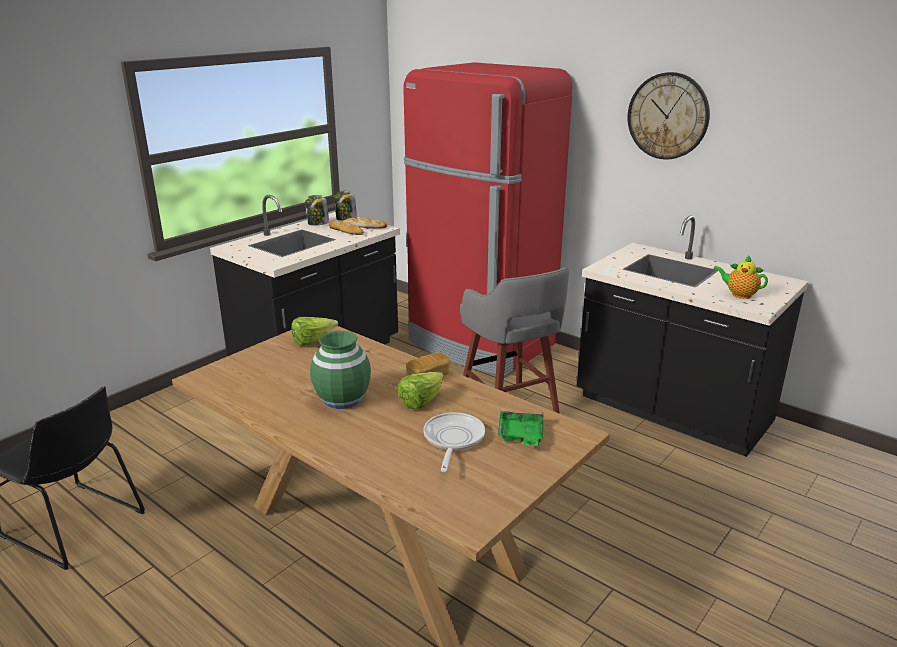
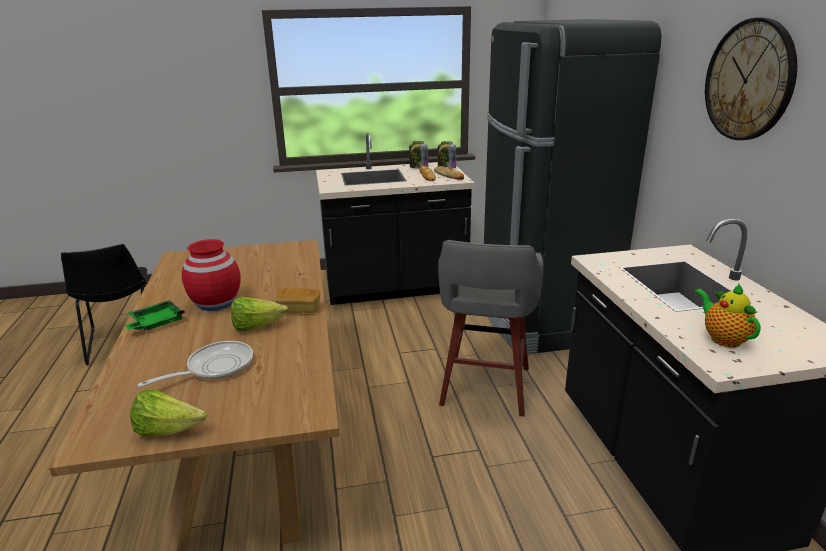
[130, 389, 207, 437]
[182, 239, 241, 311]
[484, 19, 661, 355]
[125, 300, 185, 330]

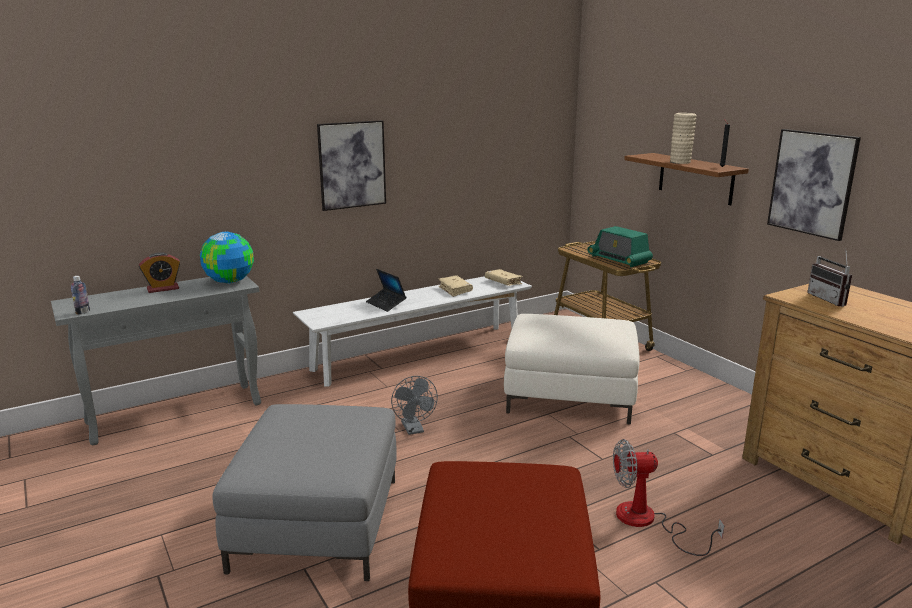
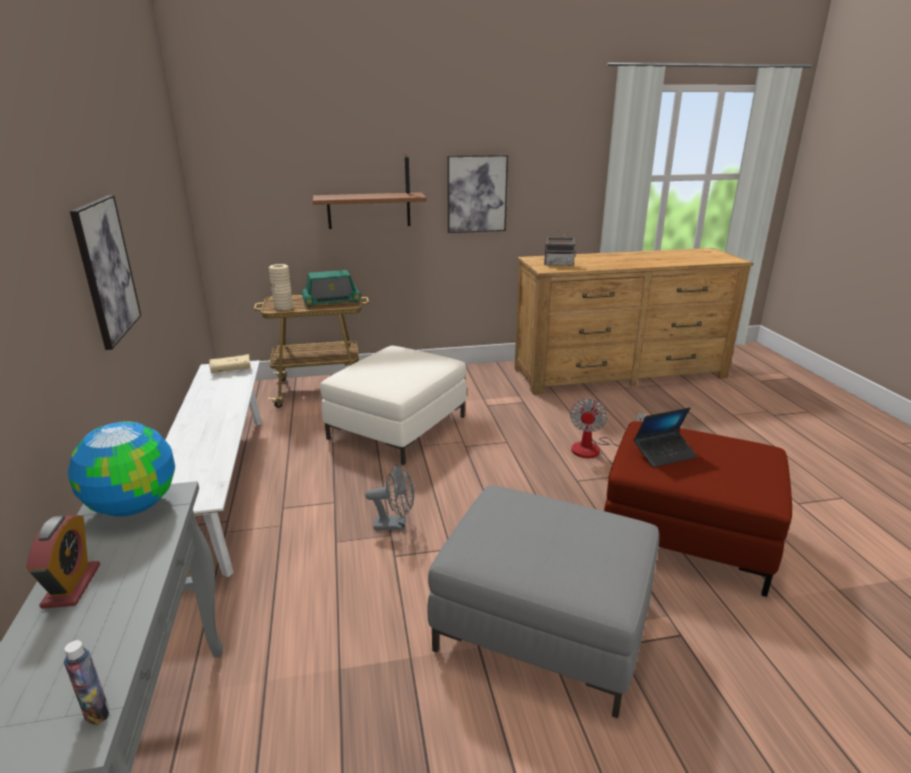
[633, 407, 697, 467]
[438, 275, 473, 297] (first image)
[269, 264, 292, 311]

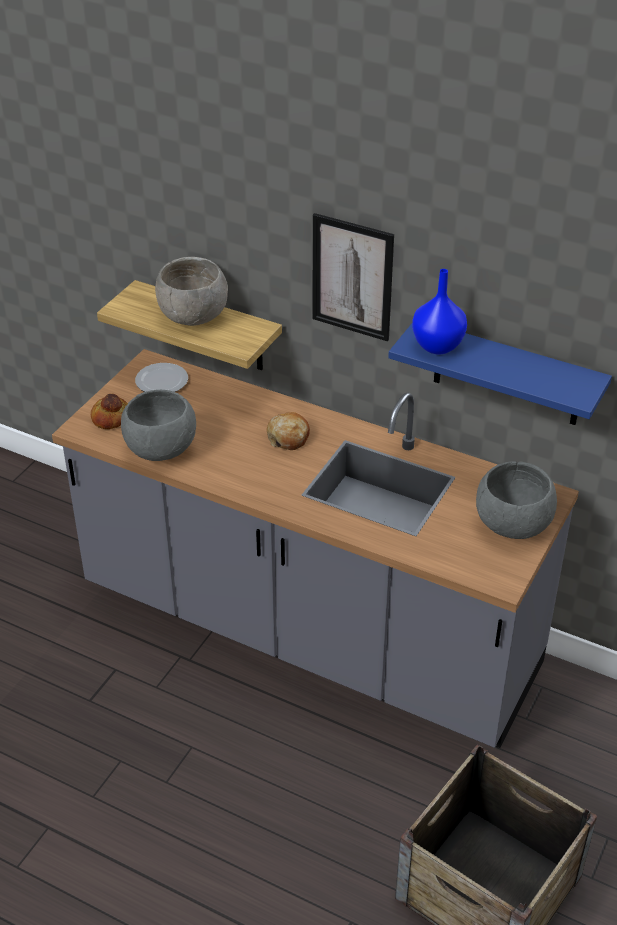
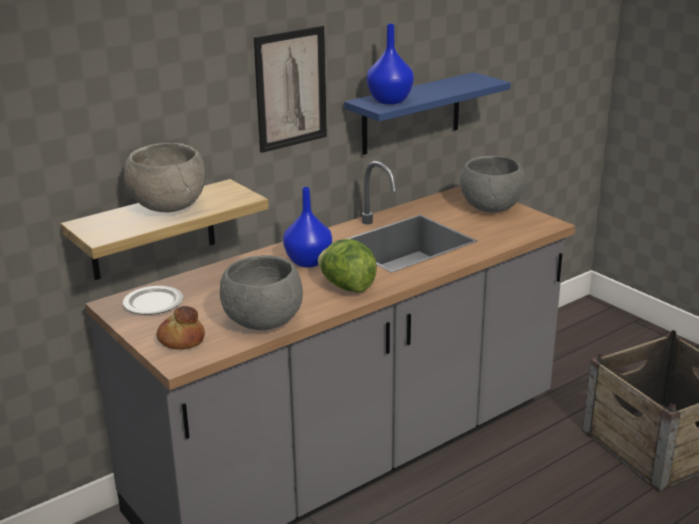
[283, 187, 332, 267]
[318, 239, 377, 293]

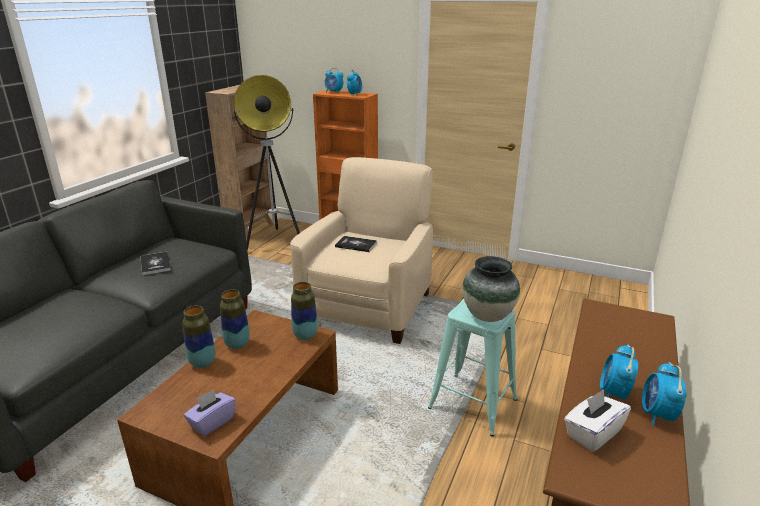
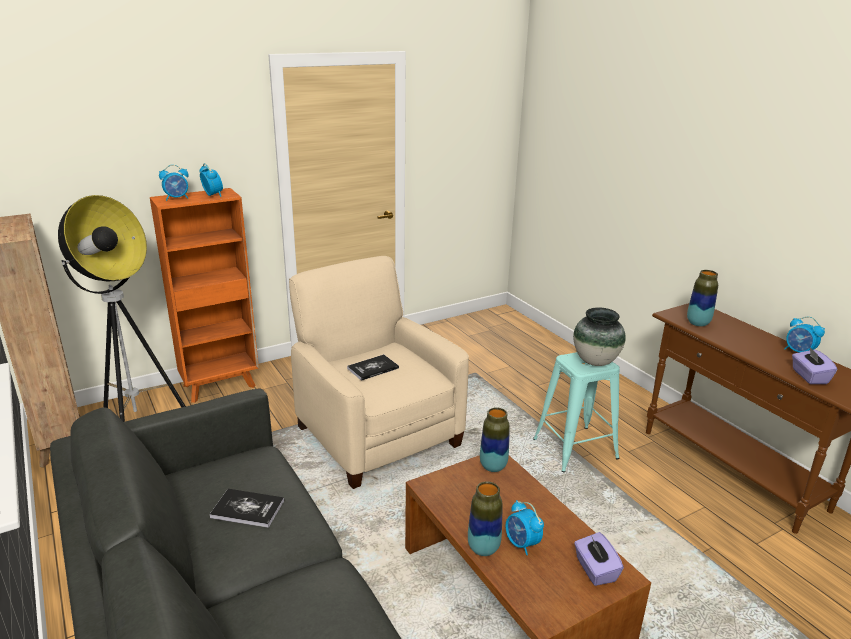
[687, 270, 718, 327]
[792, 346, 837, 384]
[506, 500, 544, 555]

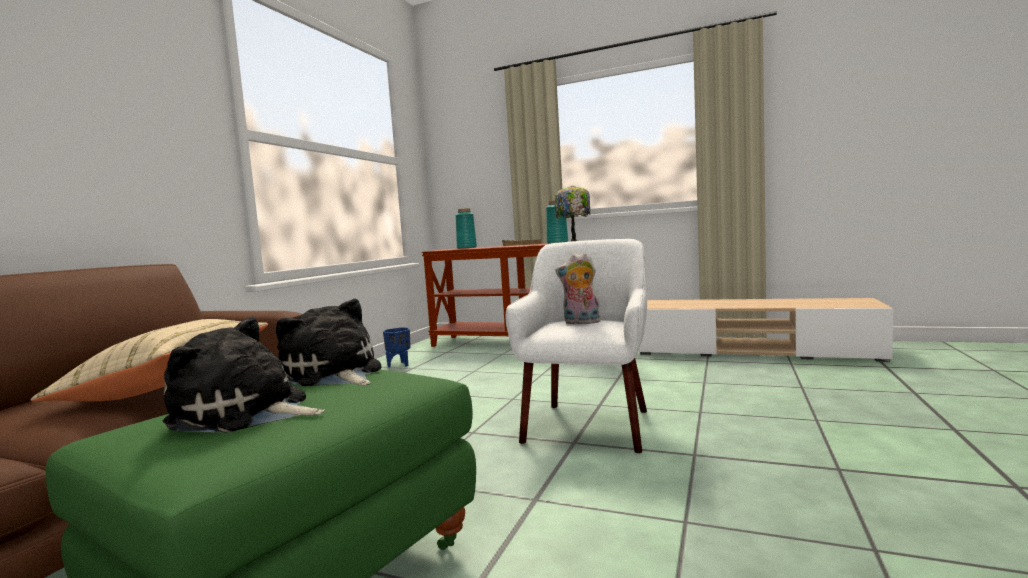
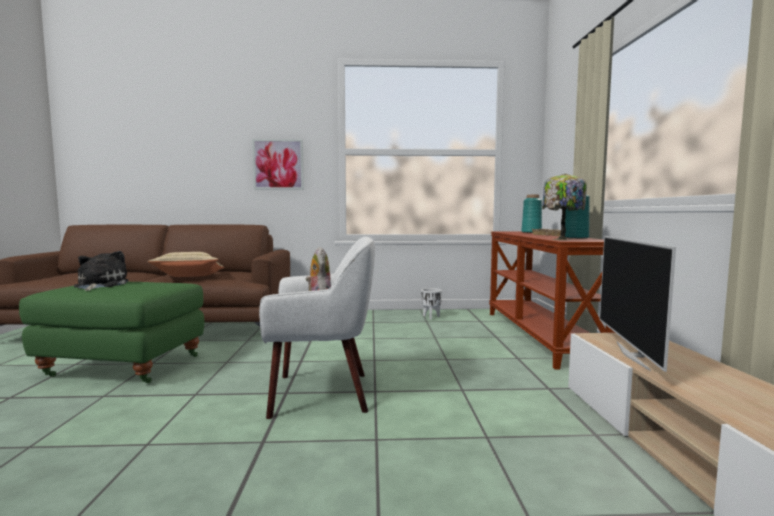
[276, 299, 382, 386] (first image)
[421, 288, 442, 320]
[252, 139, 304, 190]
[600, 236, 676, 372]

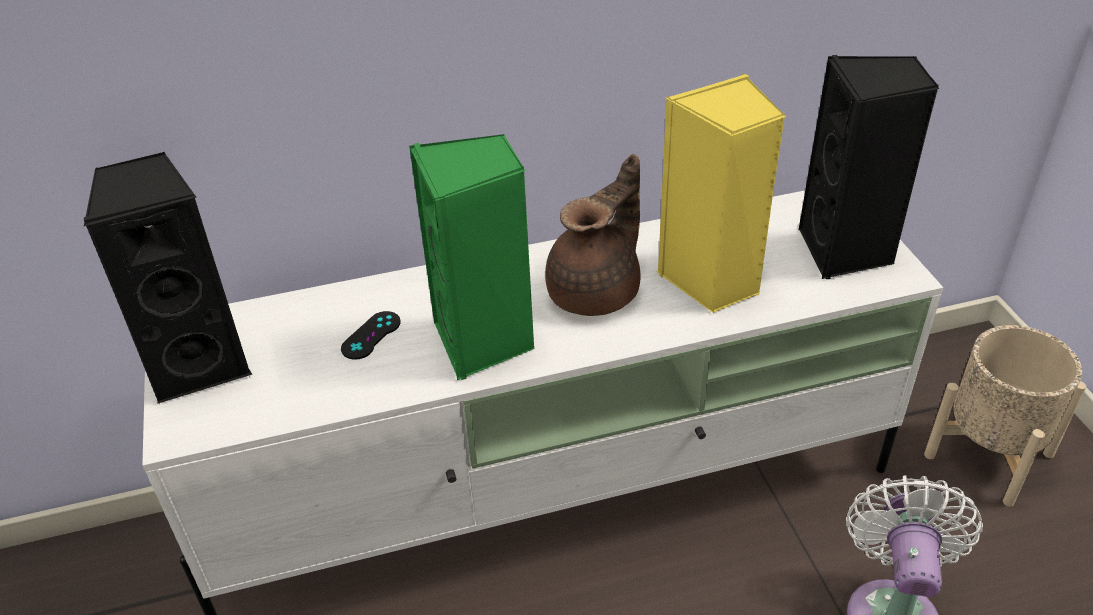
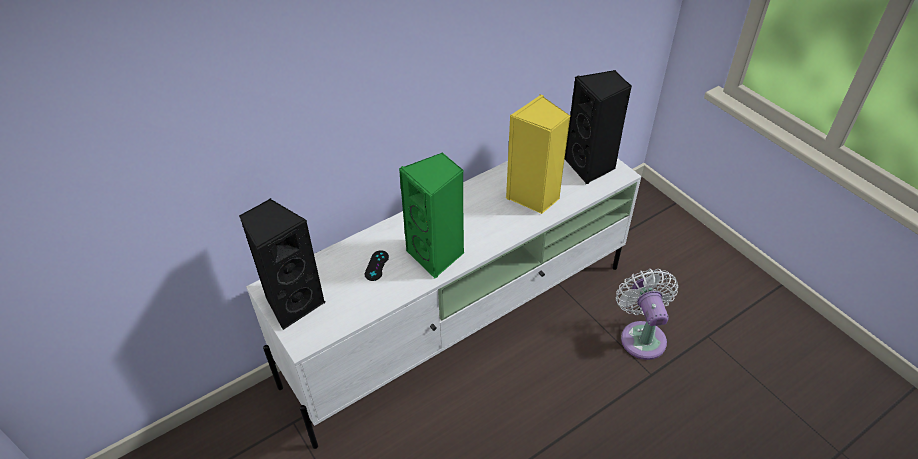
[545, 154, 641, 316] (first image)
[924, 325, 1086, 507] (first image)

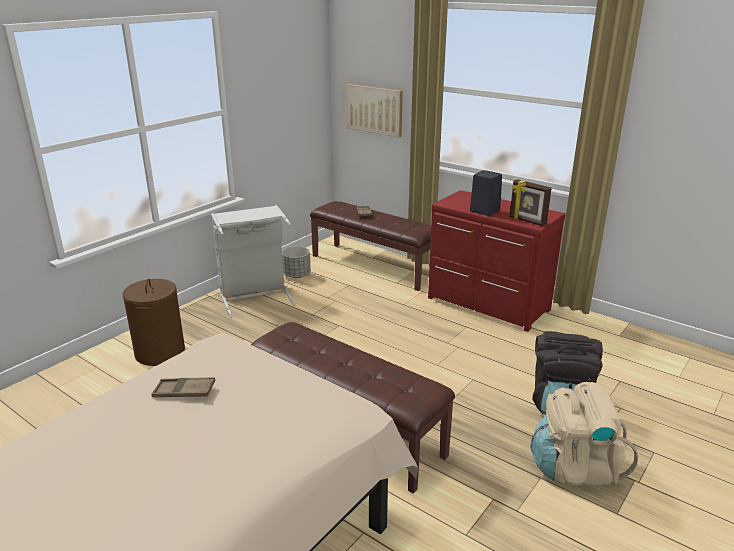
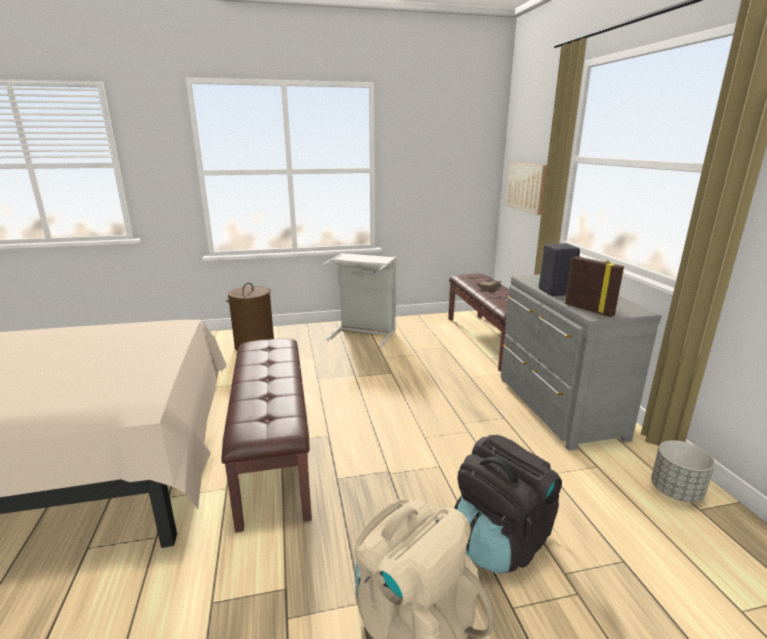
[151, 377, 215, 397] (first image)
[651, 440, 715, 502]
[501, 274, 661, 451]
[565, 256, 624, 317]

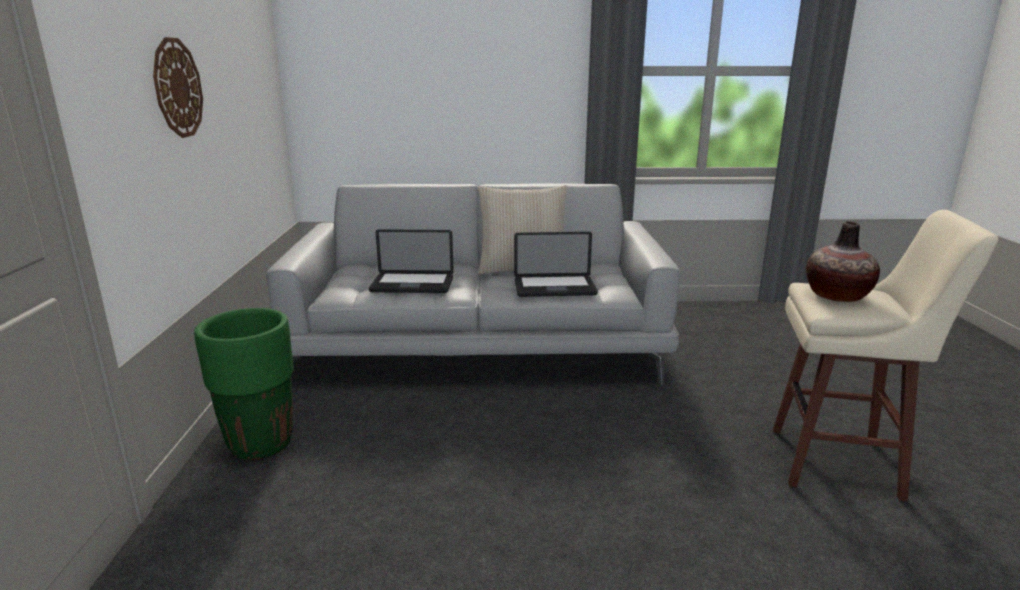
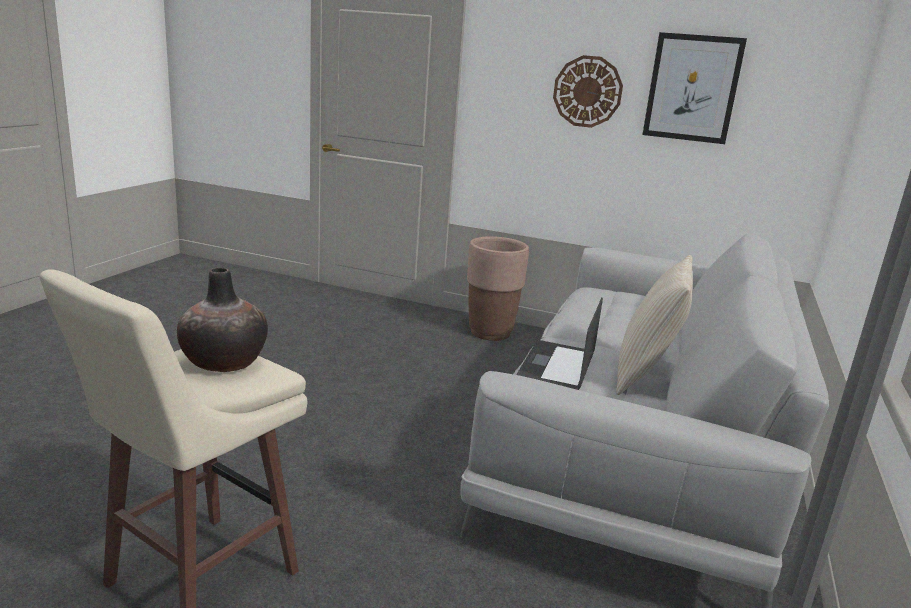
[467, 236, 529, 341]
[369, 229, 454, 293] (first image)
[643, 32, 747, 144]

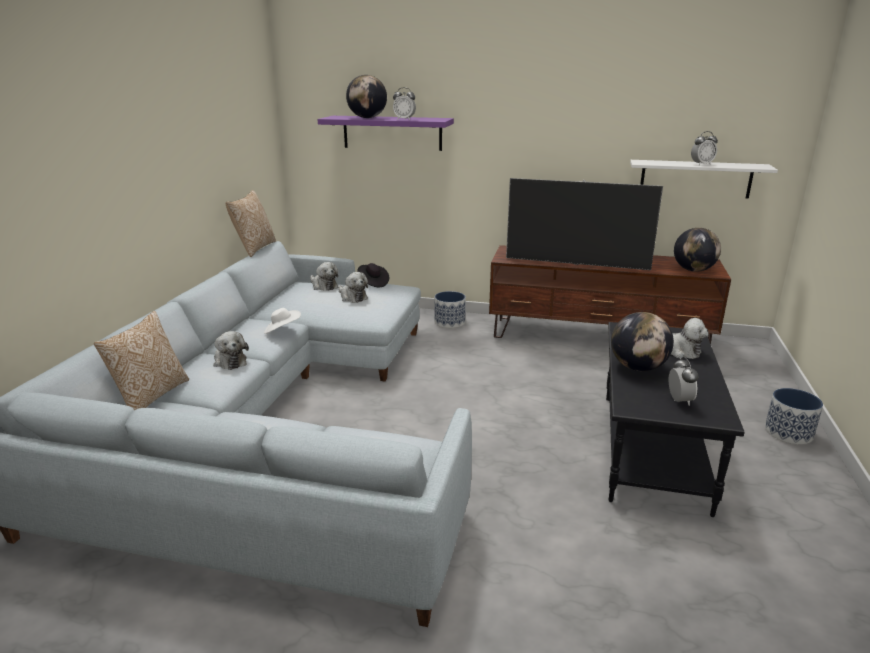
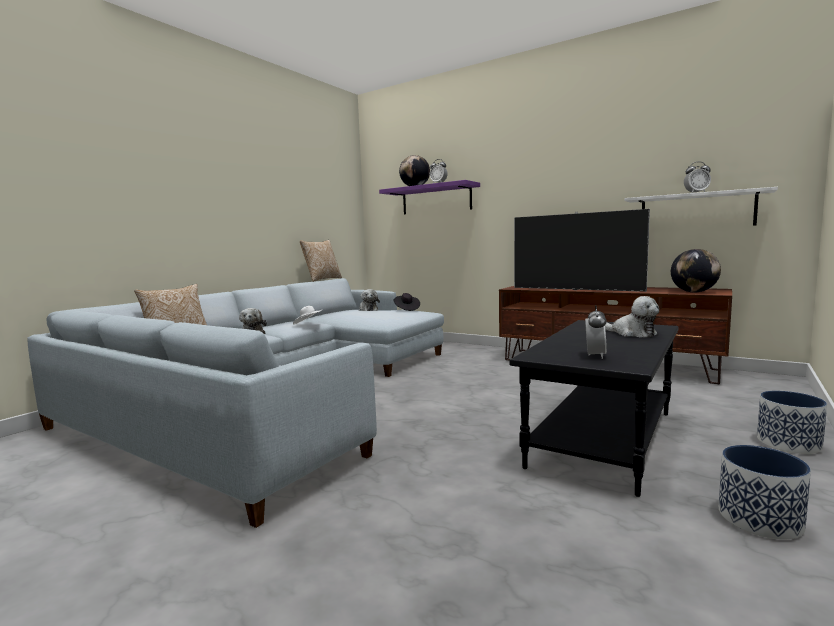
[338, 272, 368, 303] (first image)
[719, 445, 811, 540]
[611, 312, 674, 371] (first image)

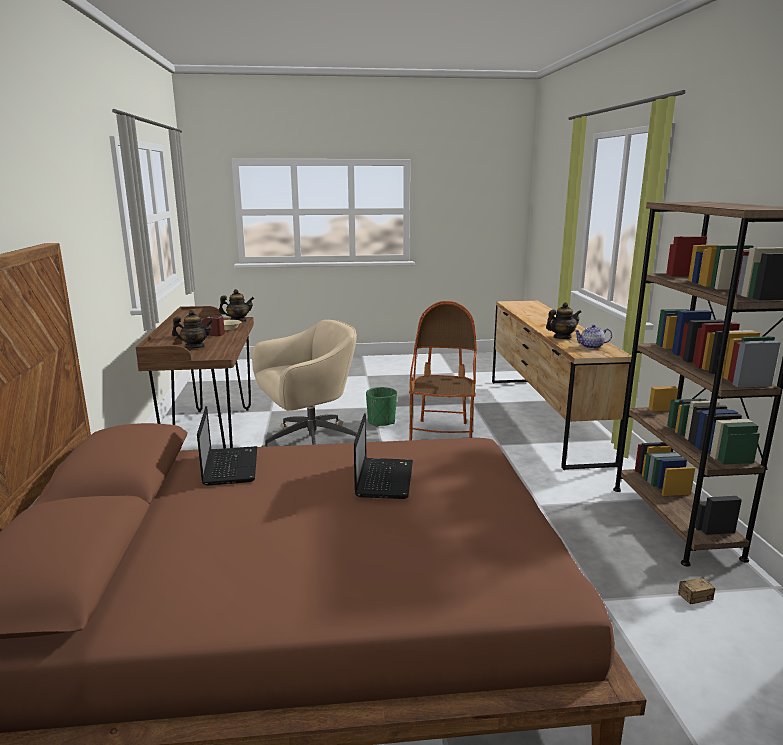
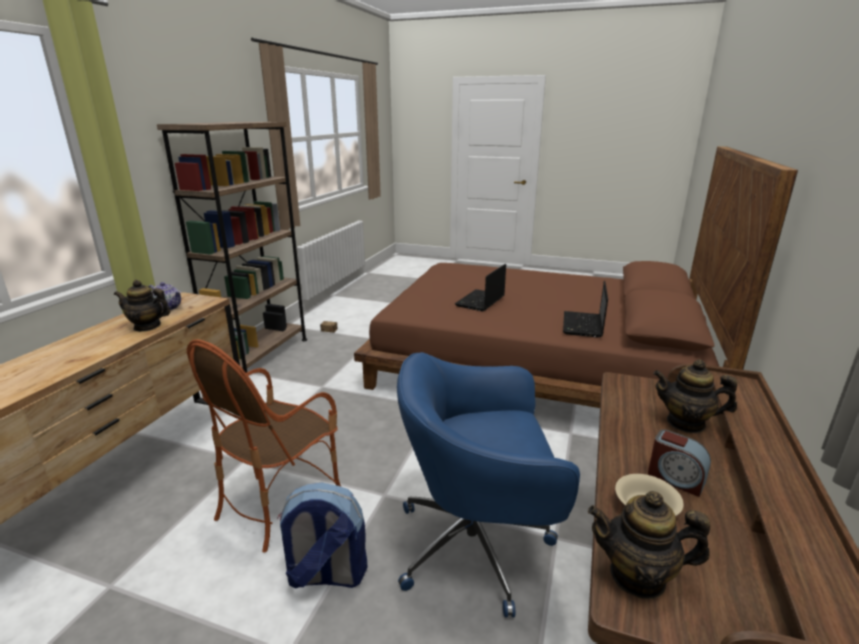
[397, 352, 580, 618]
[277, 483, 368, 589]

